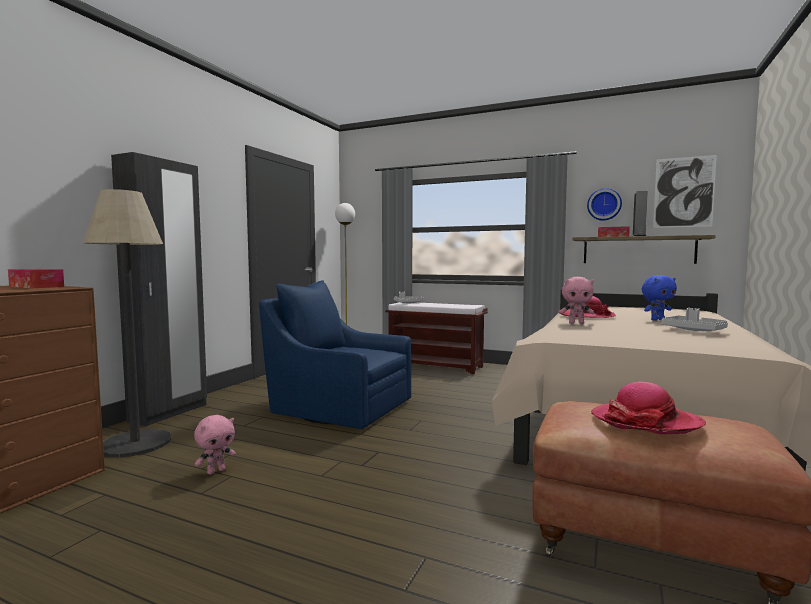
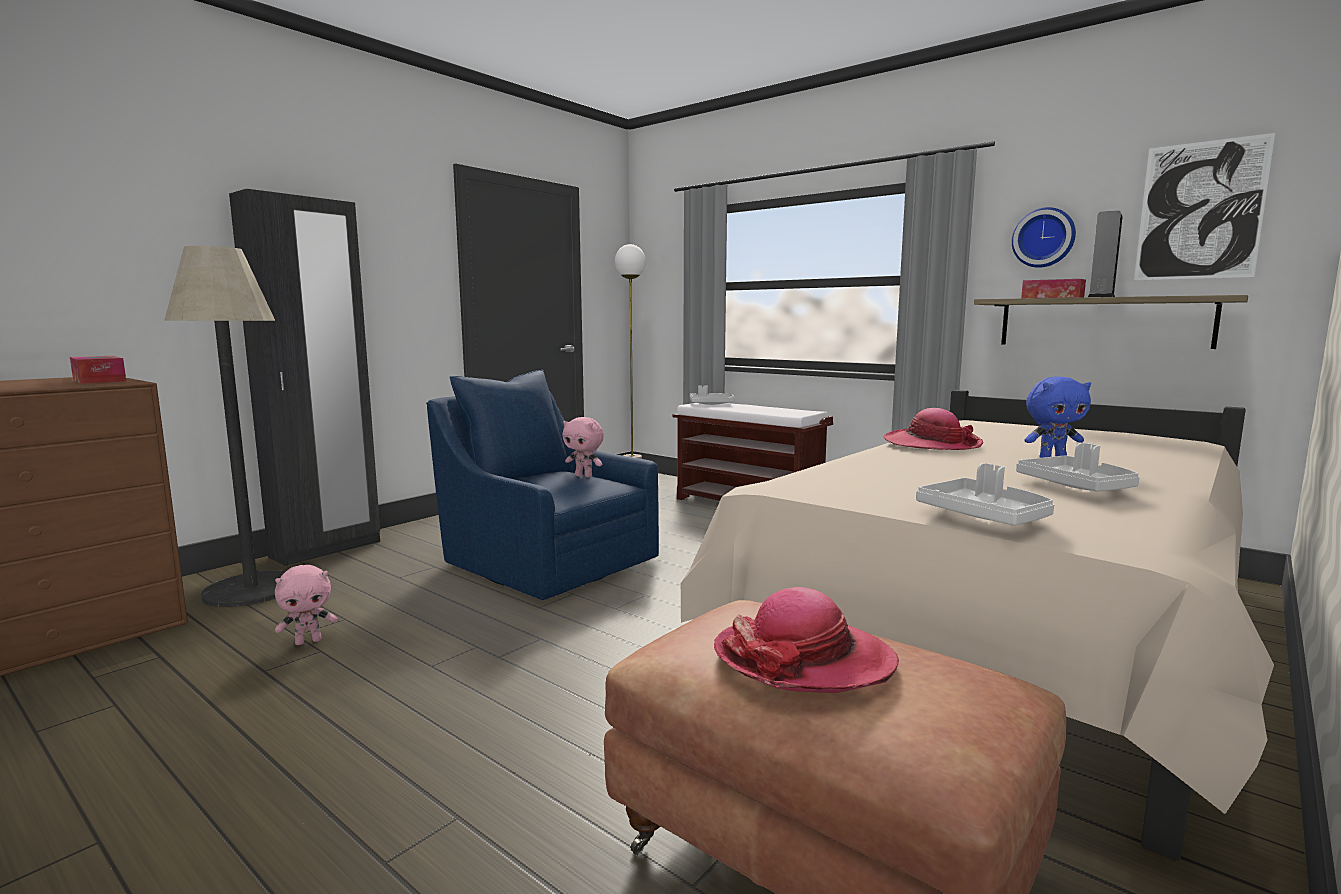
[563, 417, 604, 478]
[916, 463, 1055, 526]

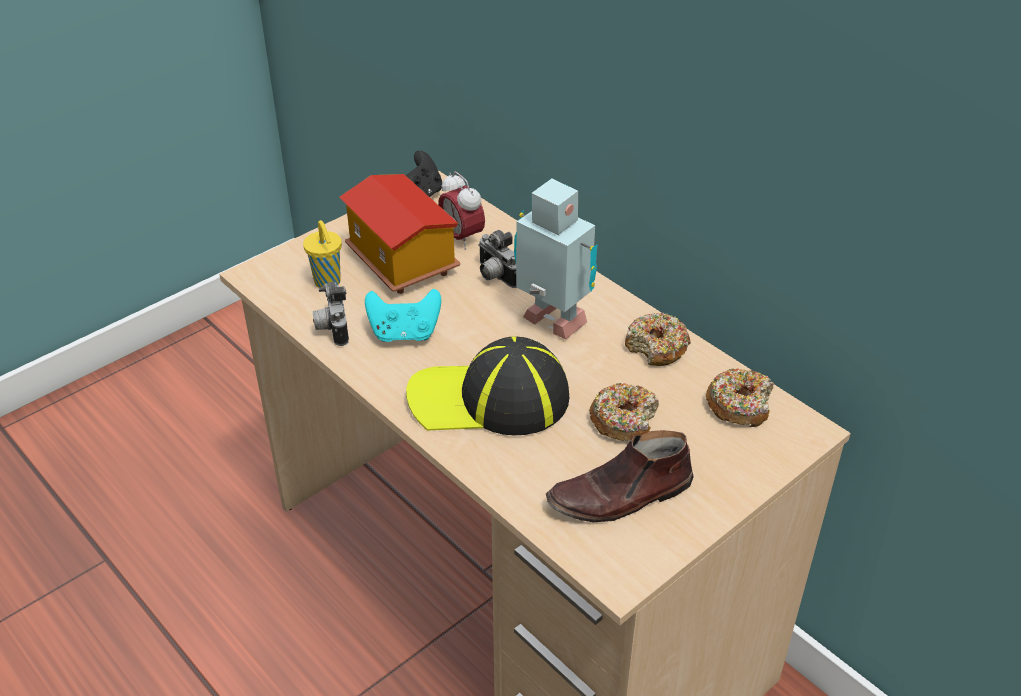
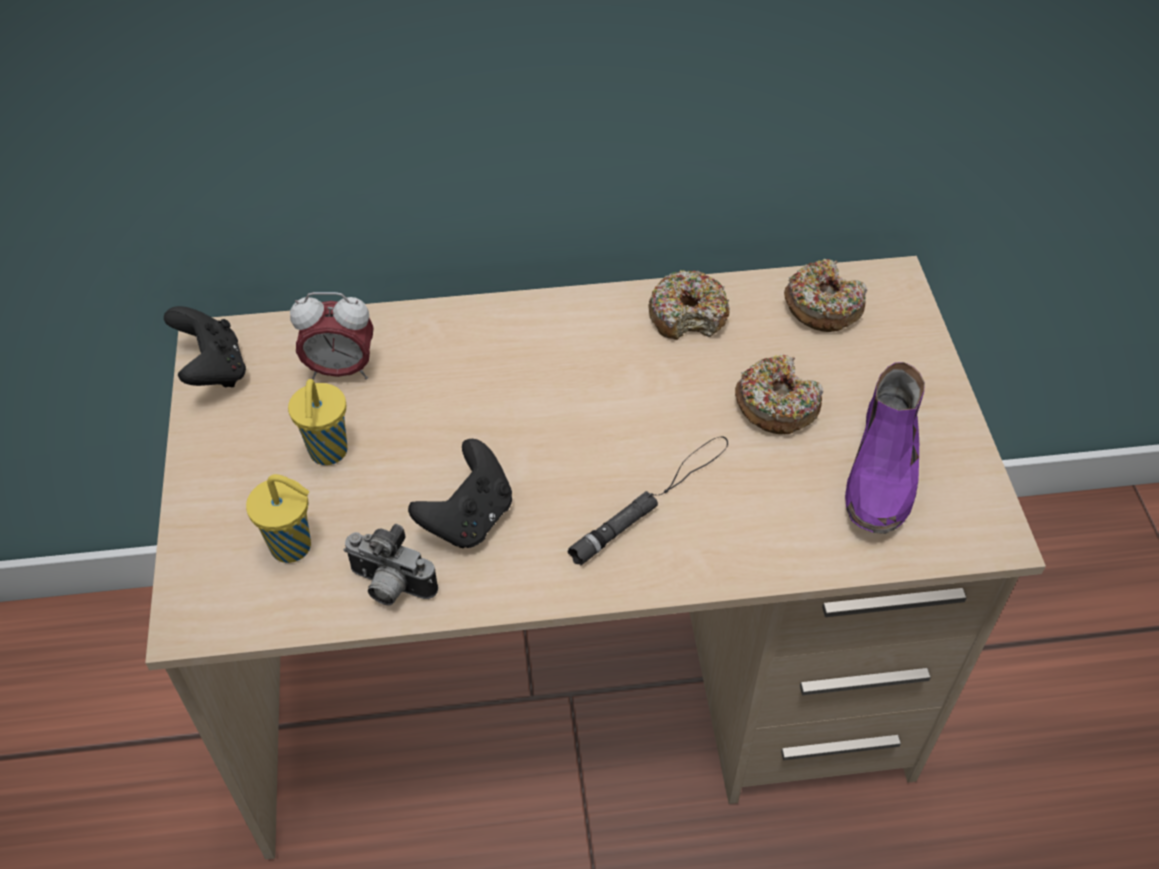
[288, 379, 347, 465]
[408, 439, 512, 548]
[567, 437, 728, 566]
[478, 230, 517, 288] (first image)
[514, 179, 598, 339] (first image)
[845, 362, 925, 534]

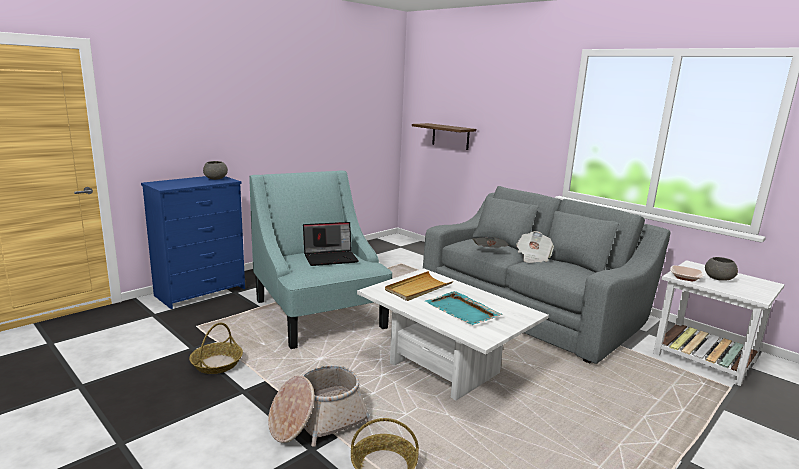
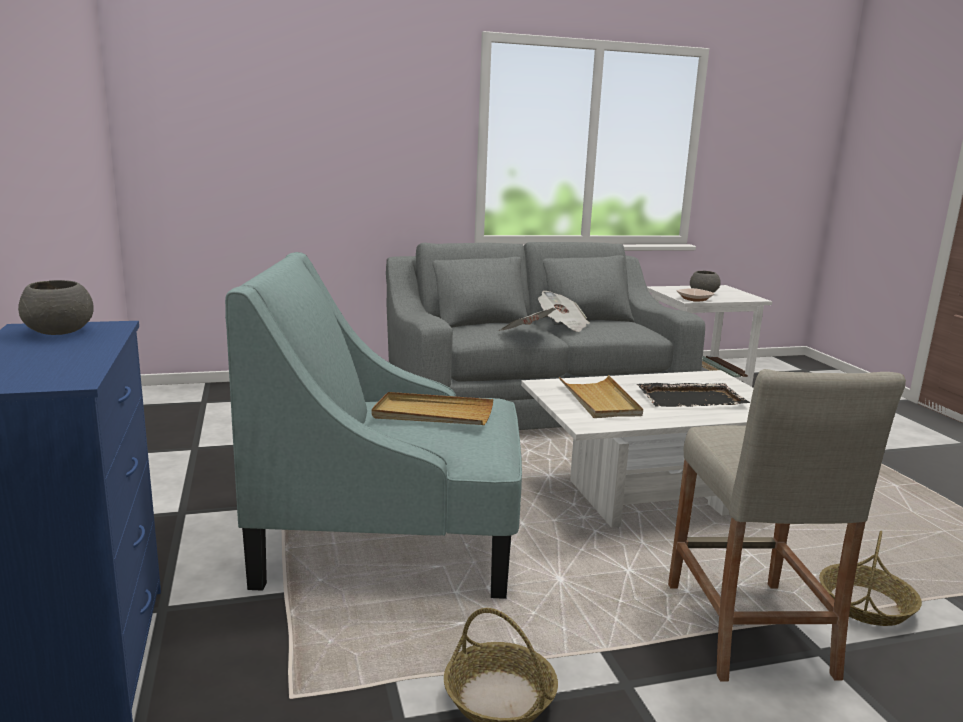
[668, 369, 906, 682]
[372, 392, 494, 425]
[412, 123, 476, 150] (first image)
[637, 383, 750, 407]

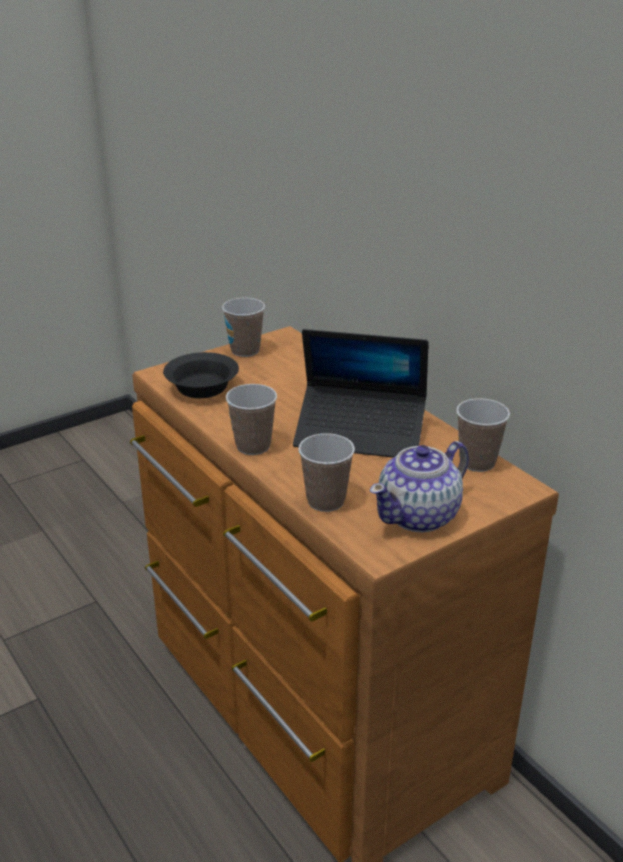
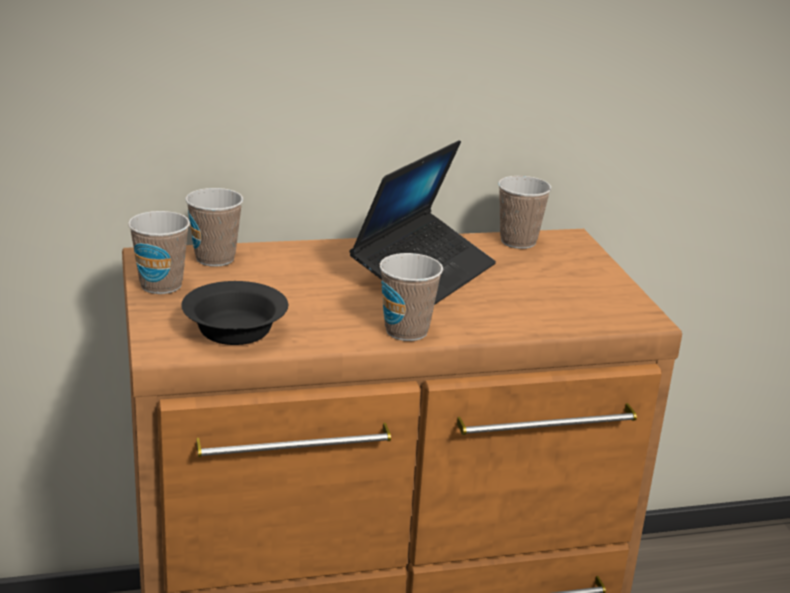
[185, 188, 244, 267]
[370, 441, 469, 533] (first image)

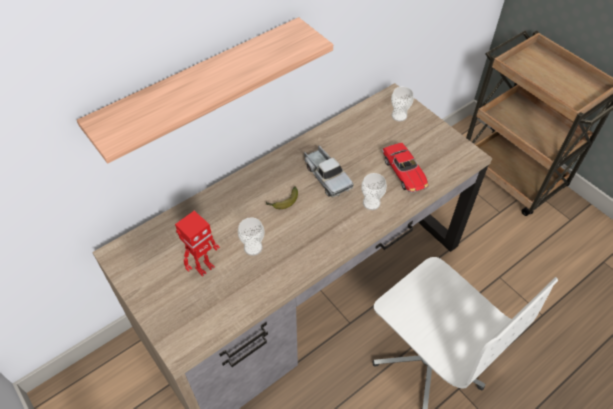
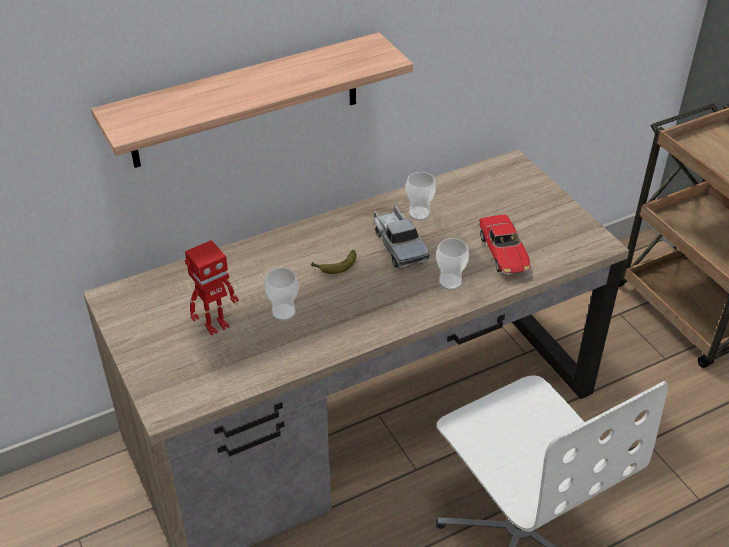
[405, 172, 436, 220]

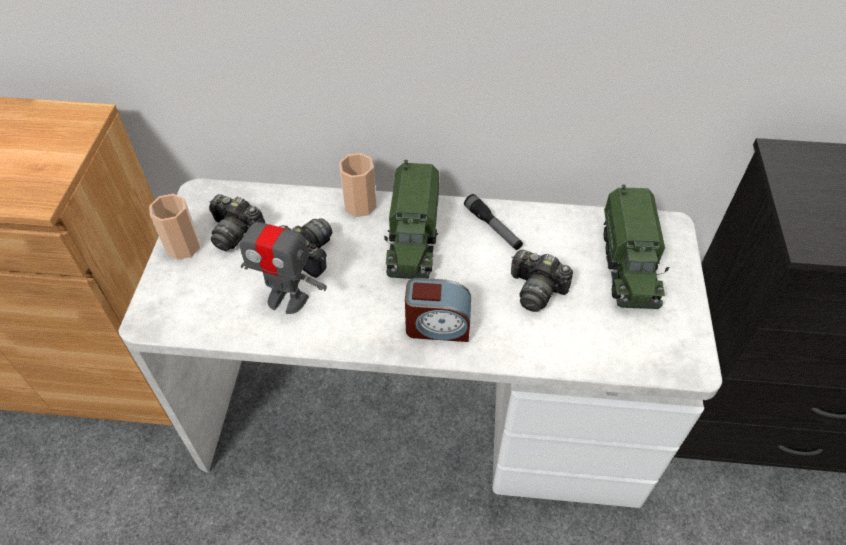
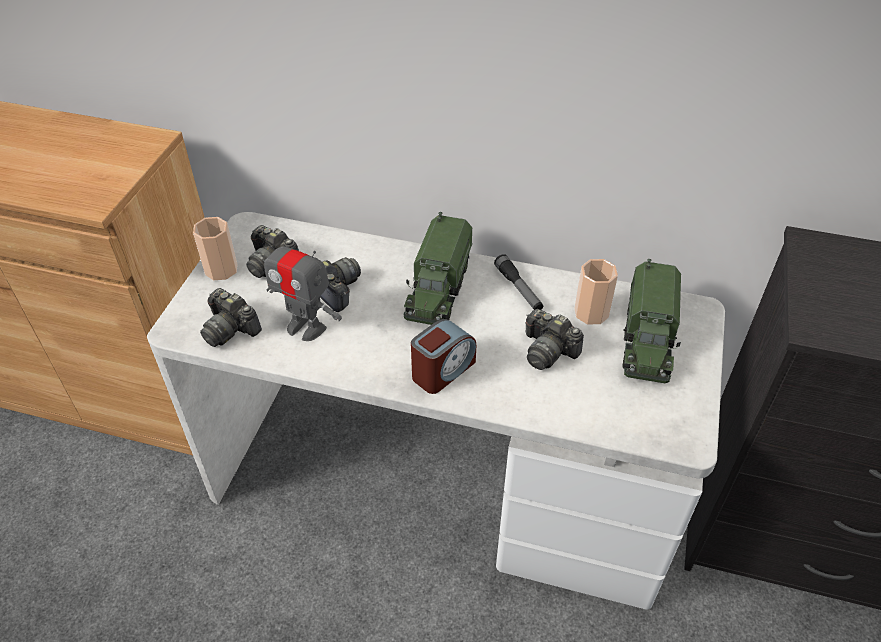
[574, 259, 618, 324]
[411, 319, 476, 394]
[200, 288, 262, 347]

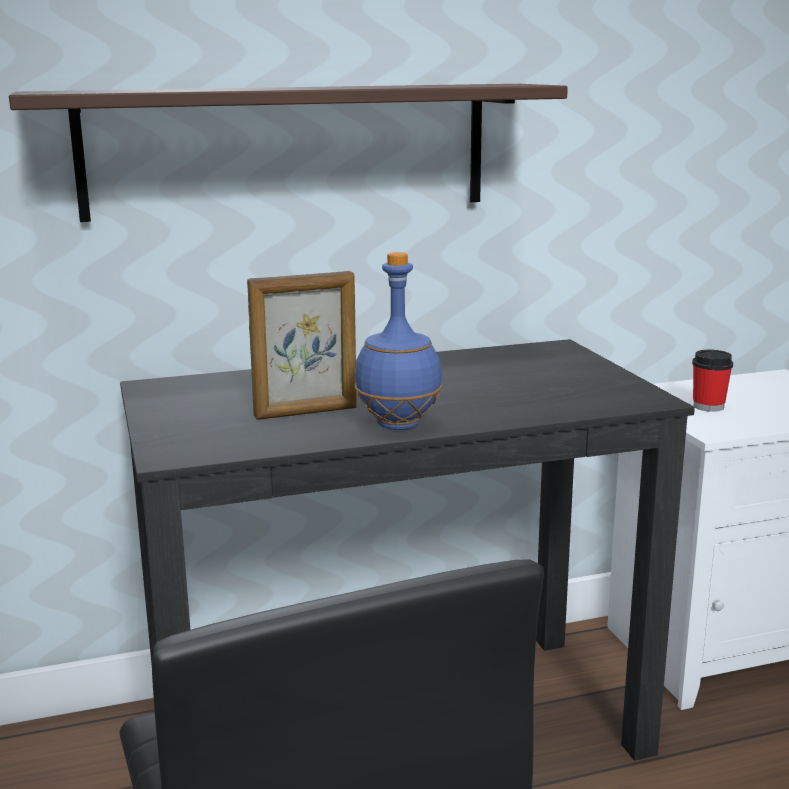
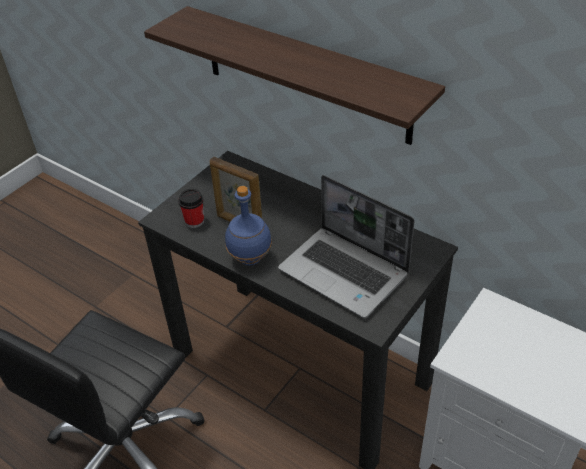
[178, 189, 204, 228]
[278, 175, 414, 318]

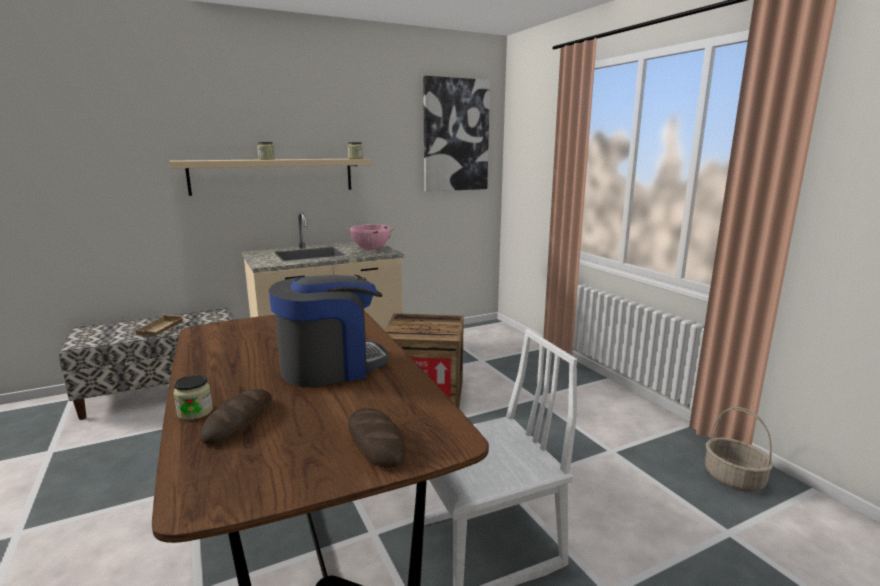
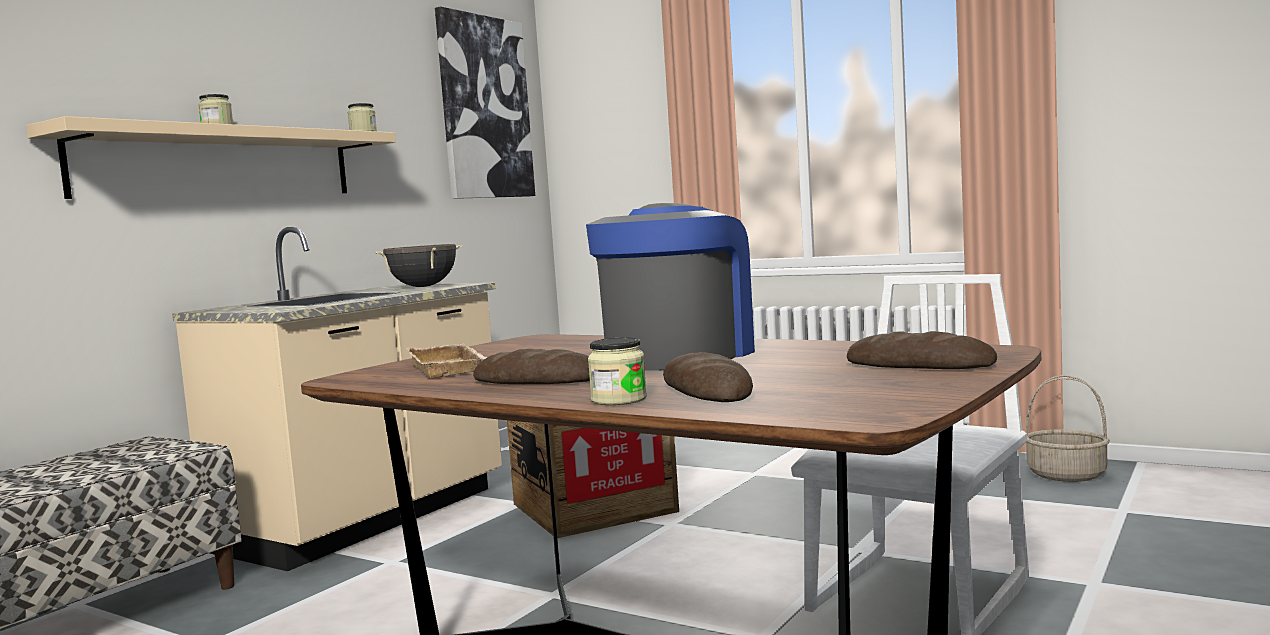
[406, 343, 487, 378]
[375, 244, 462, 287]
[473, 349, 590, 384]

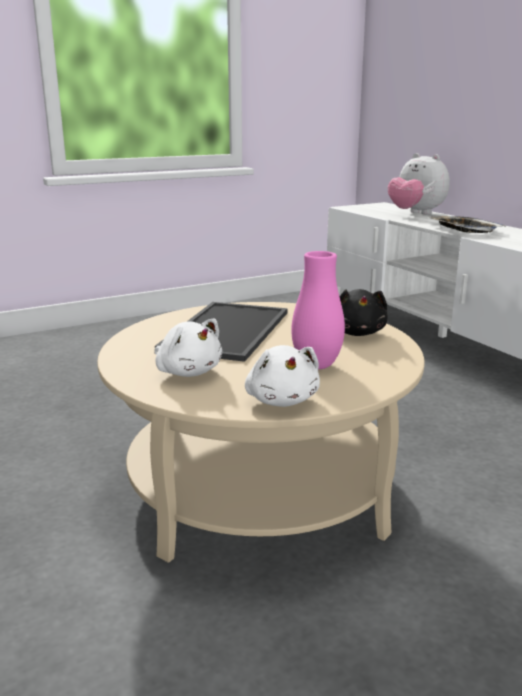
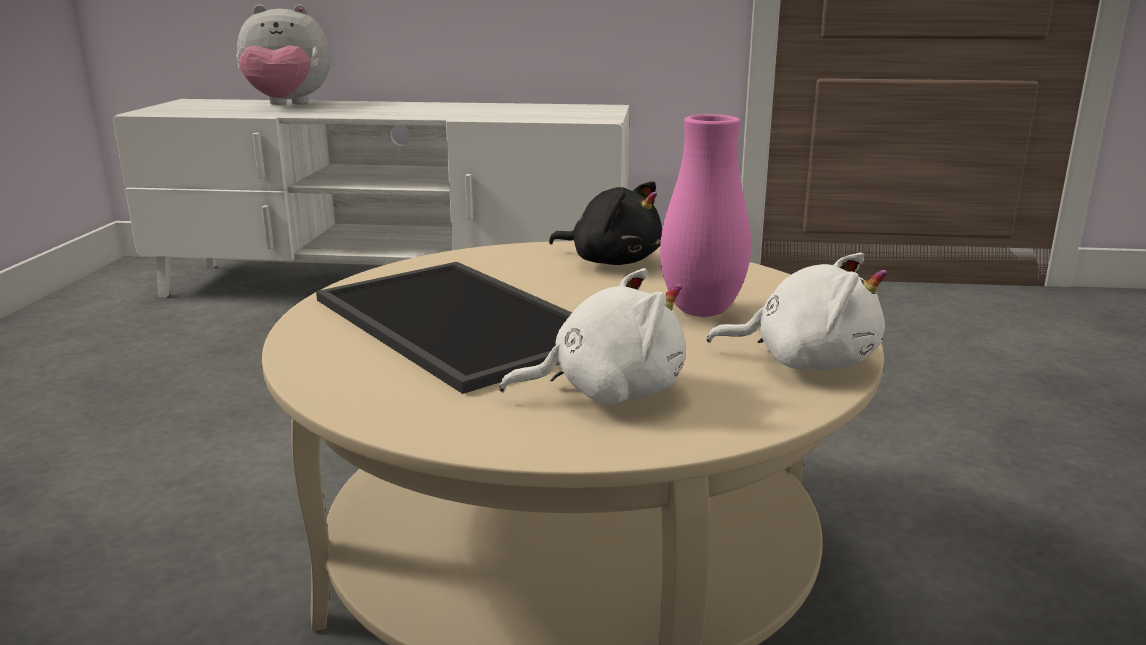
[429, 216, 506, 233] (first image)

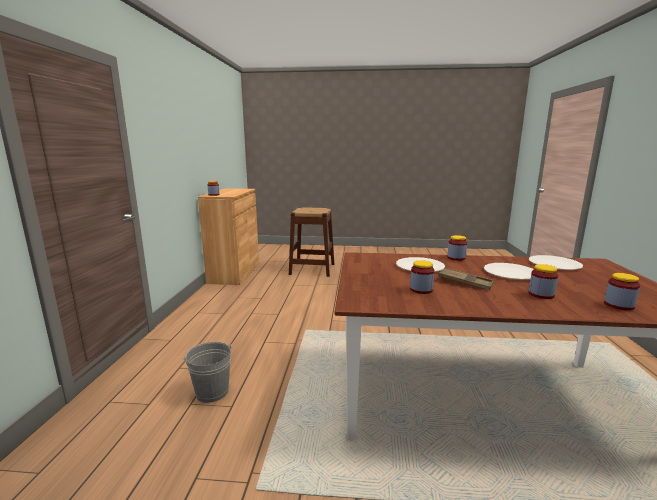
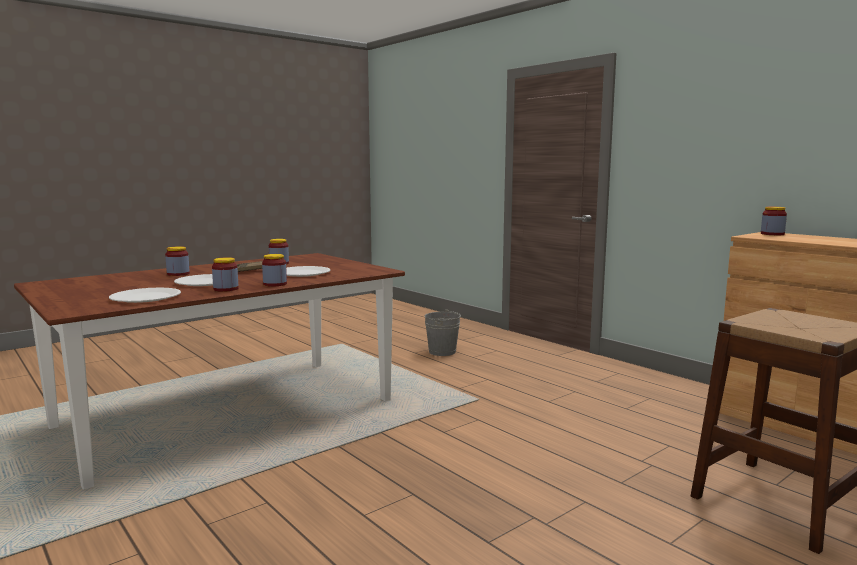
[212, 257, 239, 292]

